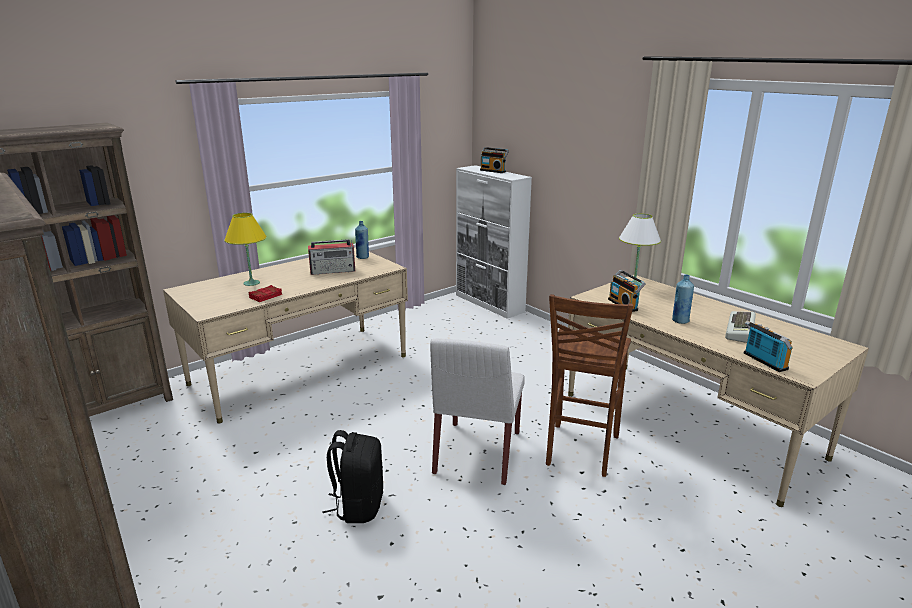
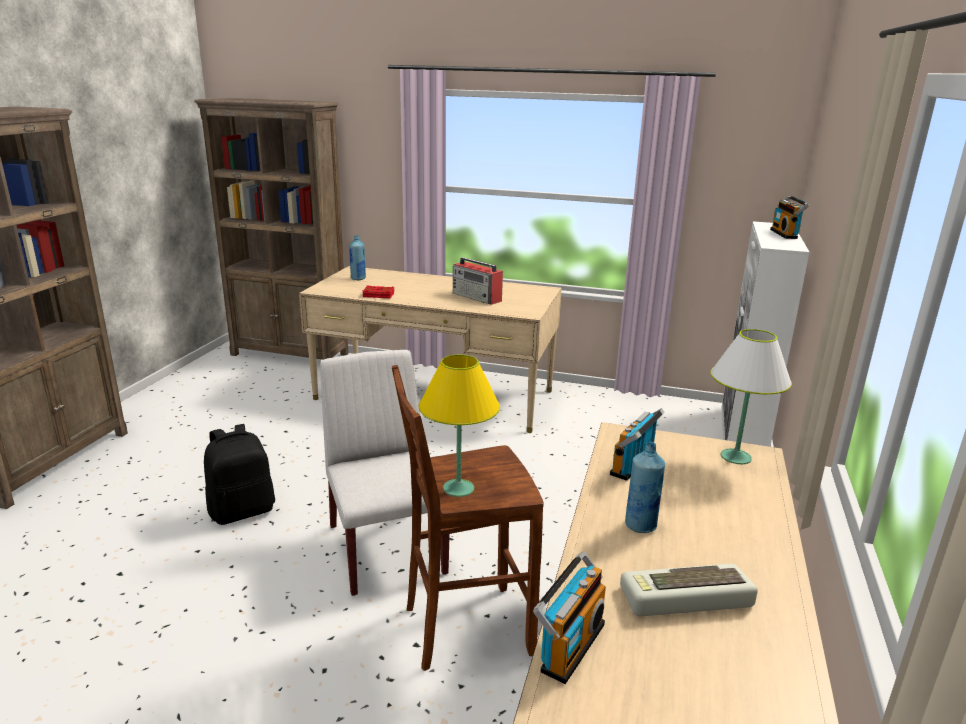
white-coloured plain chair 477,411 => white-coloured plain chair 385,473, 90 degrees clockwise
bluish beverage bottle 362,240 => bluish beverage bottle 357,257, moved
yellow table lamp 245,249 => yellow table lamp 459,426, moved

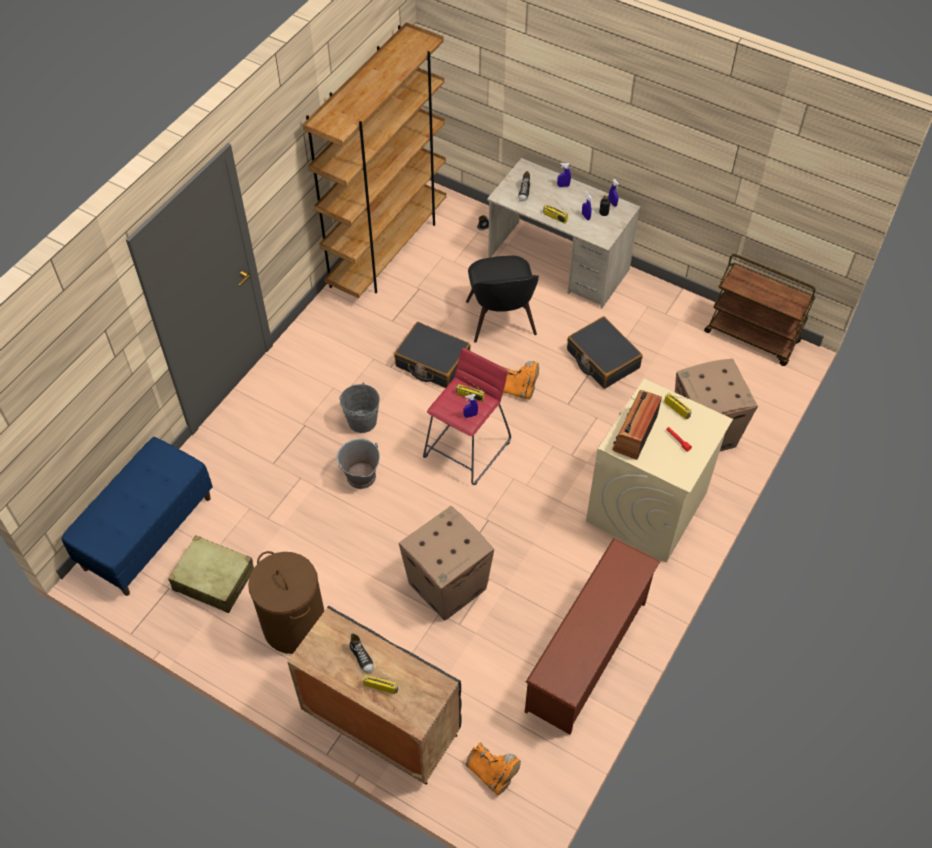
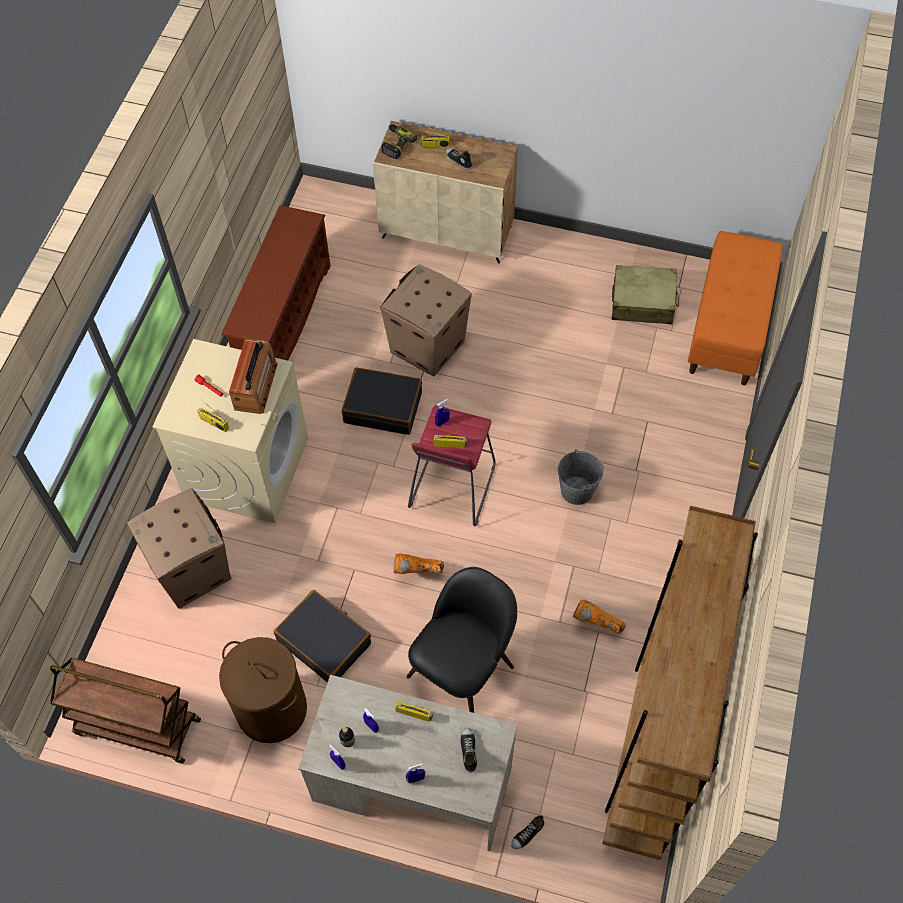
brown washing basket 286,602 => brown washing basket 263,690, moved
blackish piece of luggage 432,355 => blackish piece of luggage 382,401, moved
blackish cupboard 374,695 => beige cupboard 445,192
nothing => power drill 399,141
blackish plain chair 502,299 => blackish plain chair 462,640, 60 degrees clockwise
orangey high-top boot 493,768 => orangey high-top boot 599,616, moved
bluish bench 137,516 => orangey bench 735,308
grey bucket 358,463 => nothing

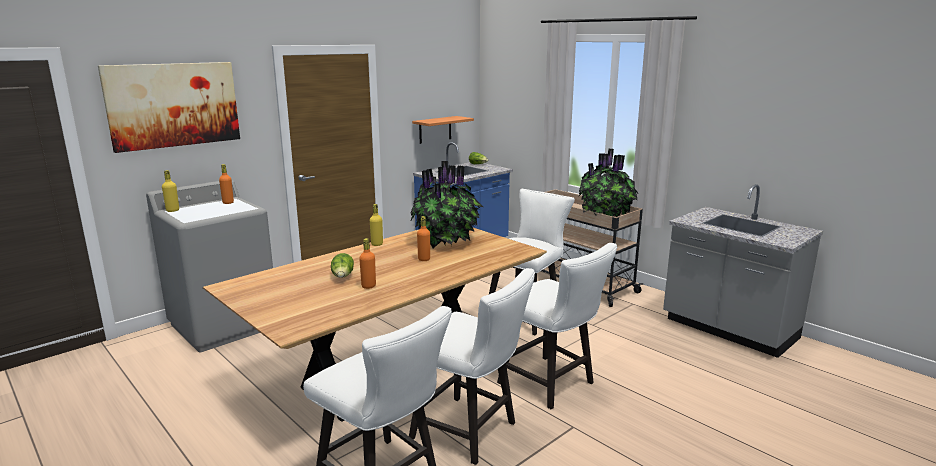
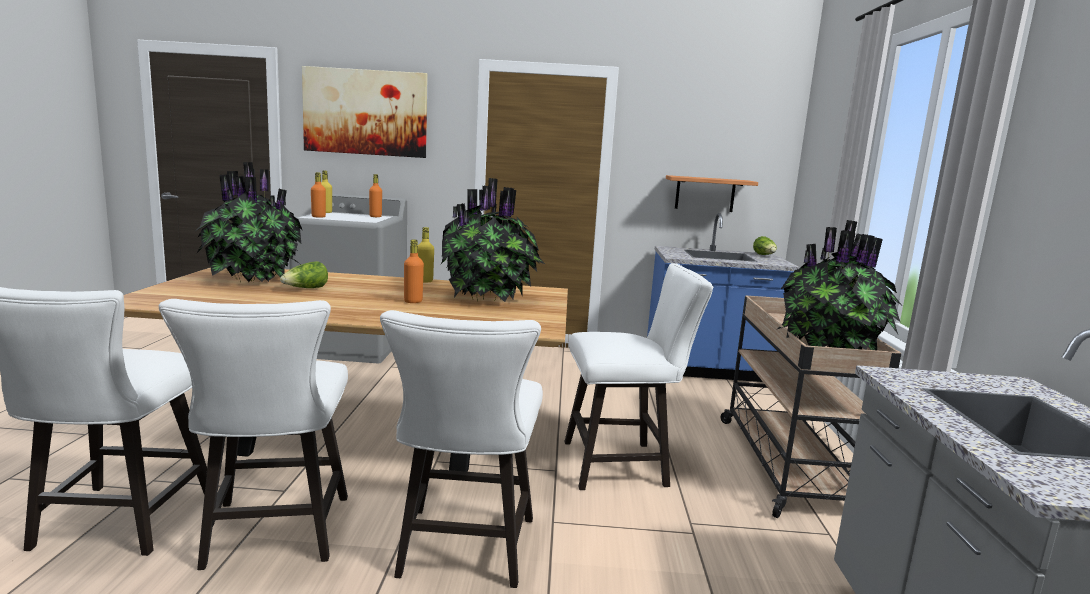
nothing => houseplant 249,222
orangey beverage bottle 367,263 => orangey beverage bottle 318,195, moved

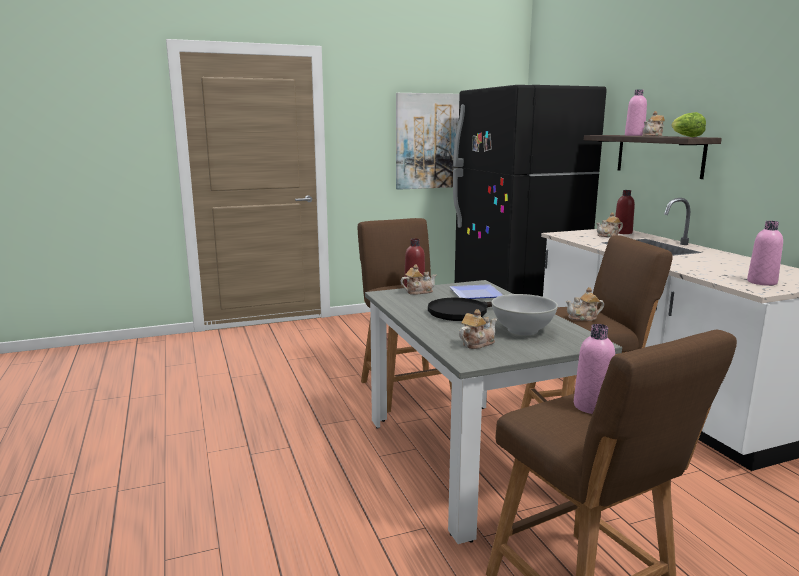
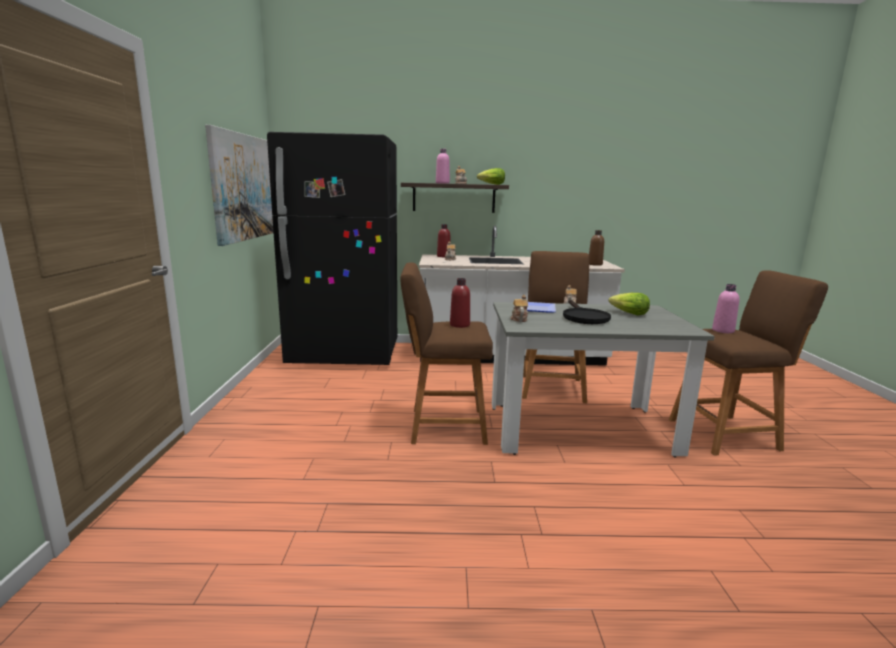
pink beverage bottle 765,253 => brown beverage bottle 596,248
white-coloured serving bowl 525,314 => lettuce head 629,304
pot for tea 478,329 => nothing

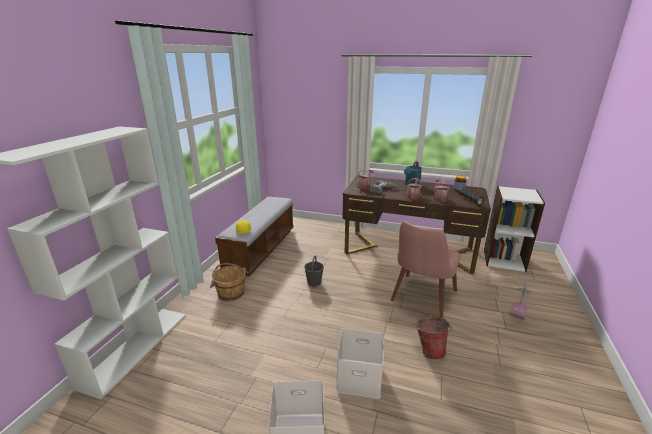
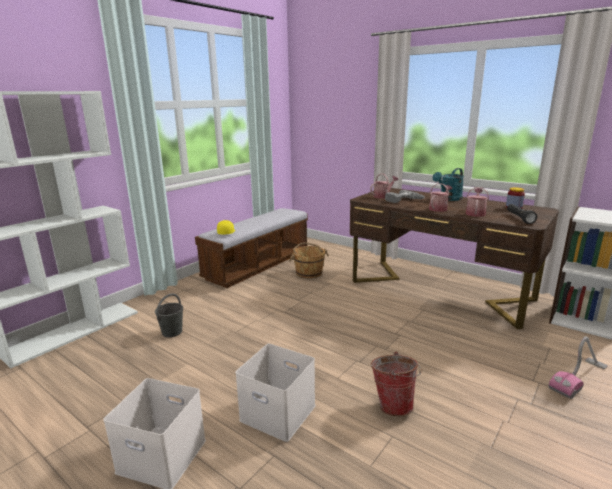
grey bucket 314,271 => grey bucket 169,315, moved
brown bucket 229,282 => brown bucket 309,260, moved
pink plain chair 426,269 => nothing

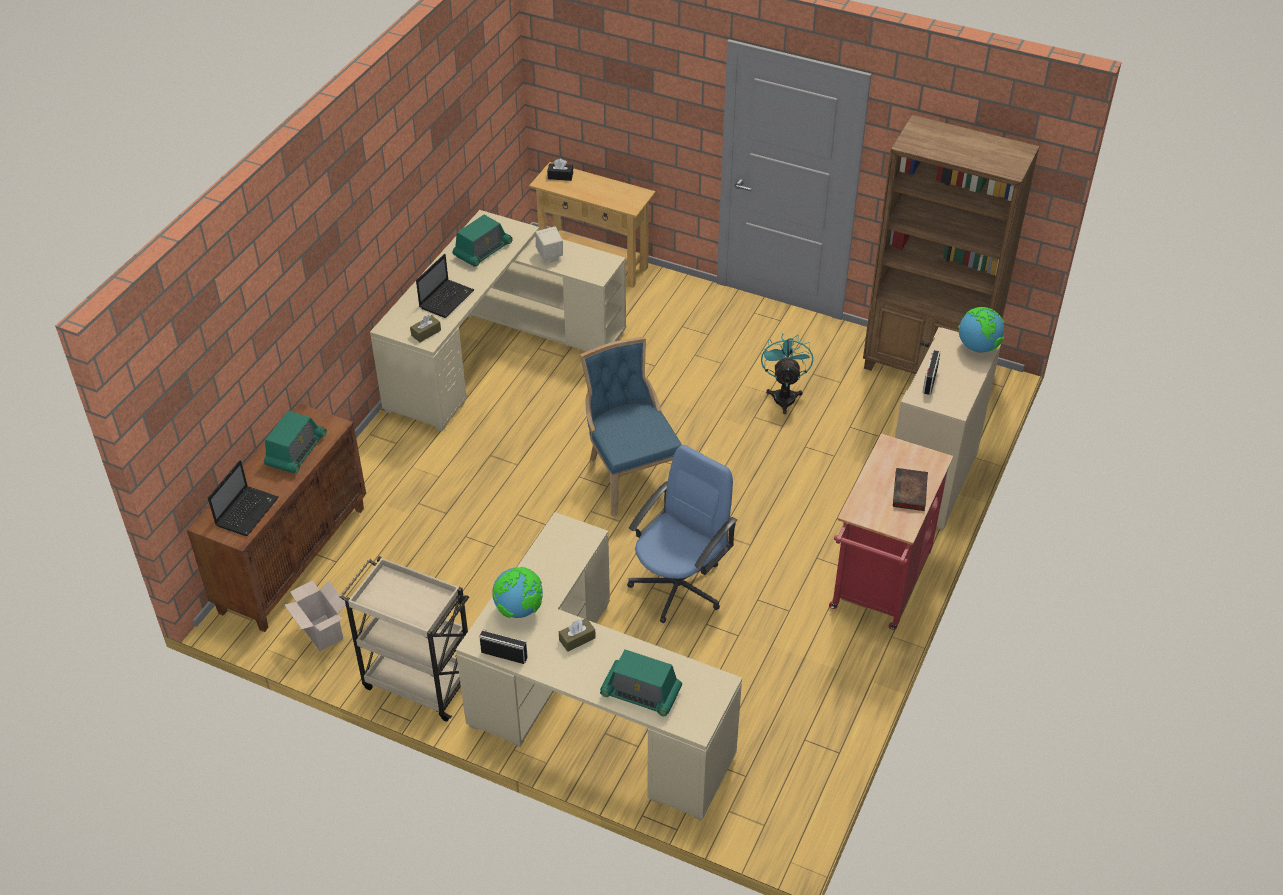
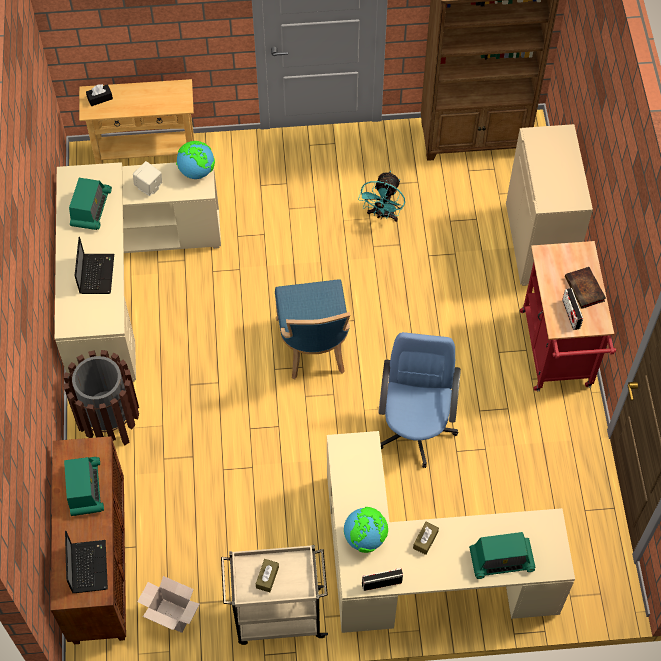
nothing => brown rubbish bin 101,398
desk globe 981,329 => desk globe 195,160, moved
brown tissue holder 425,328 => brown tissue holder 267,575, moved
bluish plain chair 631,427 => bluish plain chair 312,329, 135 degrees counterclockwise
turquoise-coloured cooling fan 787,373 => turquoise-coloured cooling fan 381,196, 135 degrees counterclockwise
radio 931,372 => radio 572,309, moved

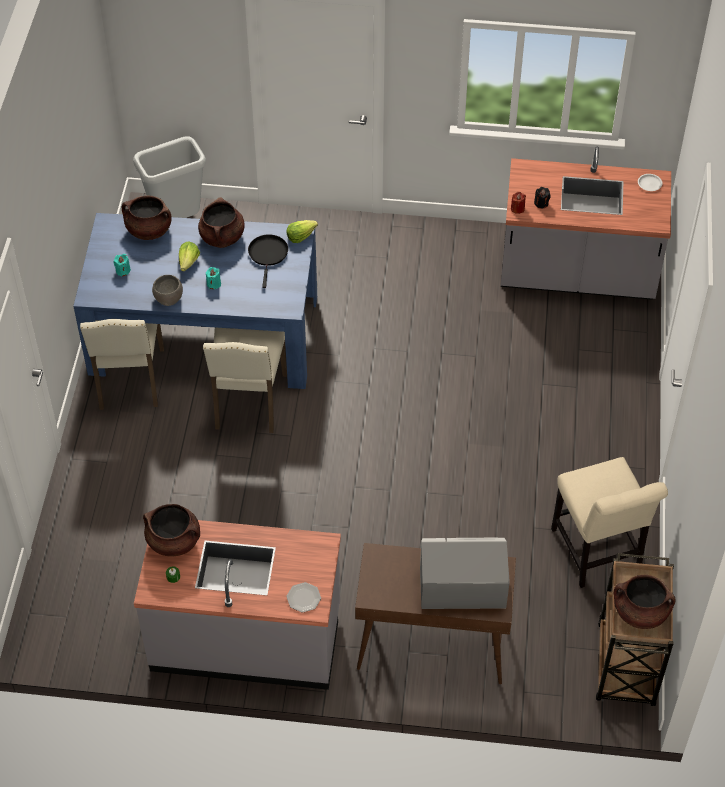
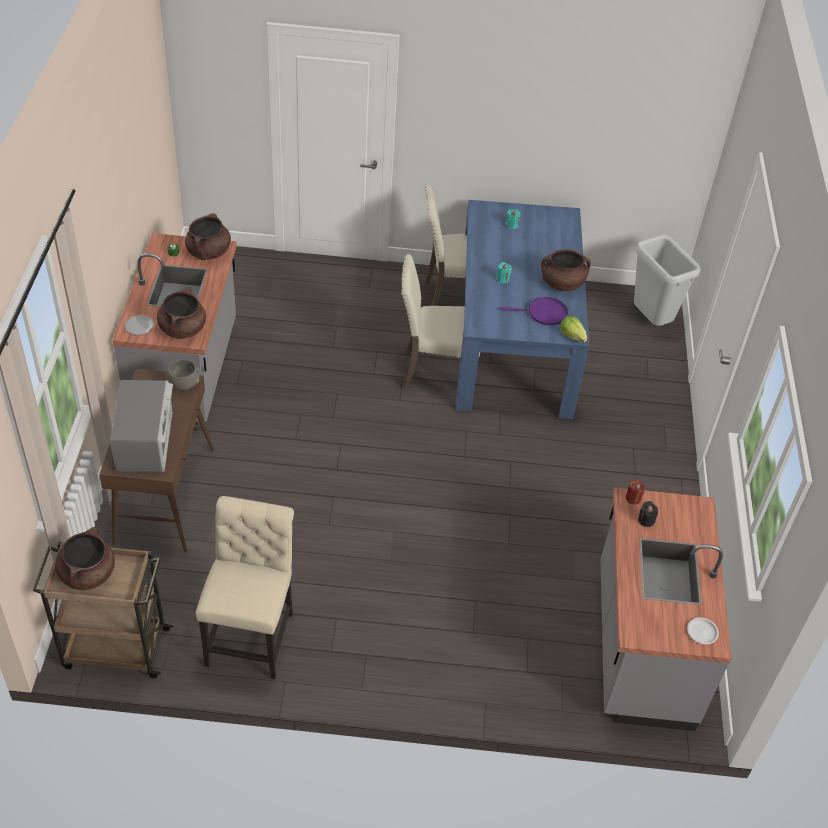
brown stockpot 147,218 => brown stockpot 181,313, moved
grey serving bowl 167,290 => grey serving bowl 183,375, moved
beige plain chair 609,522 => beige plain chair 244,587, 120 degrees clockwise
blackish pan 268,261 => purple-coloured pan 534,311
lettuce head 189,256 => nothing

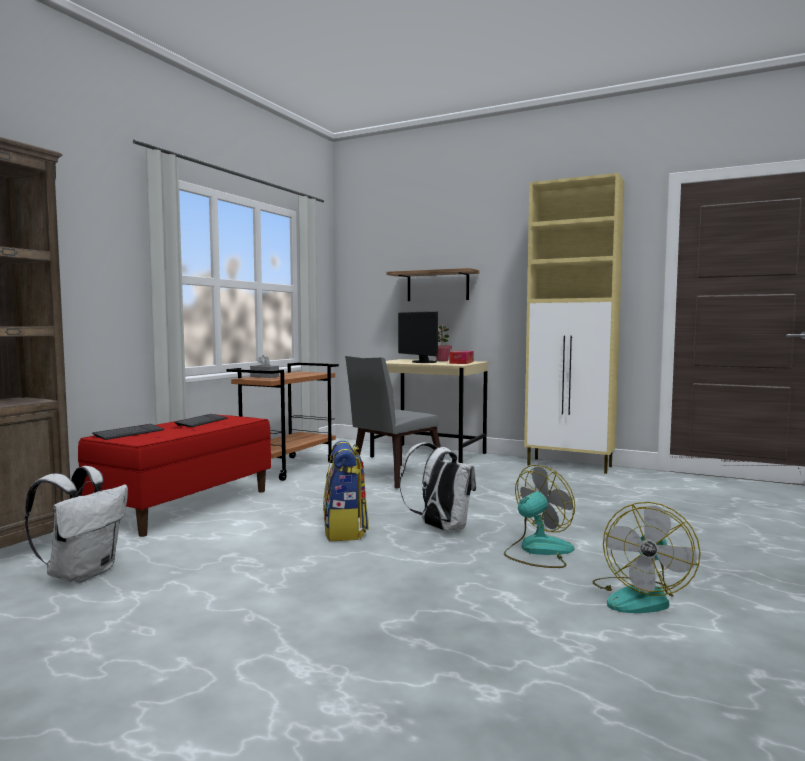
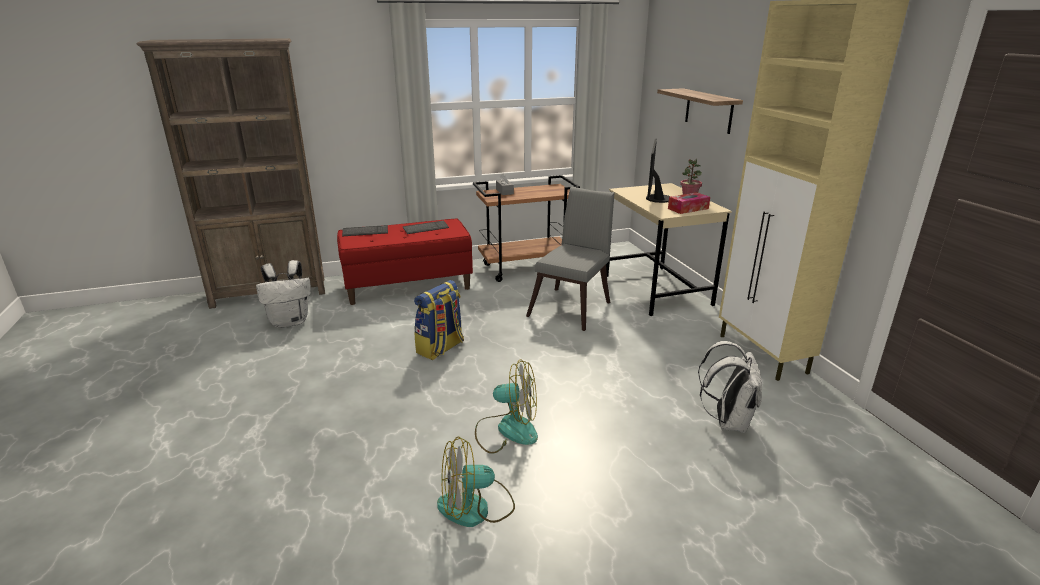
grey plain chair 393,422 => grey plain chair 570,258, 120 degrees clockwise
white-coloured knapsack 437,487 => white-coloured knapsack 730,387, moved

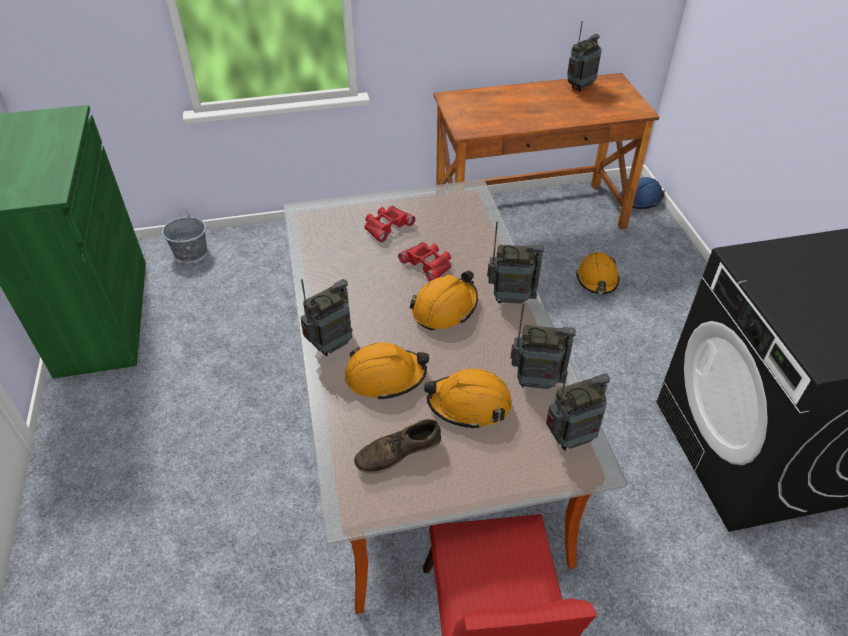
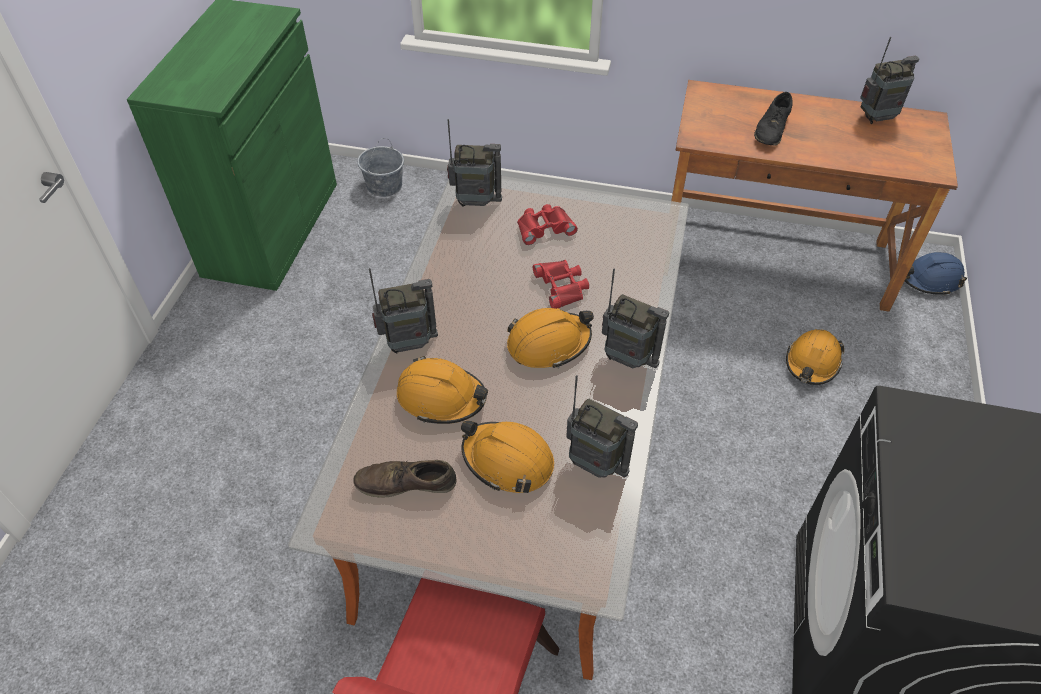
radio 578,411 => radio 474,163, moved
nothing => blackish low shoe 773,119

